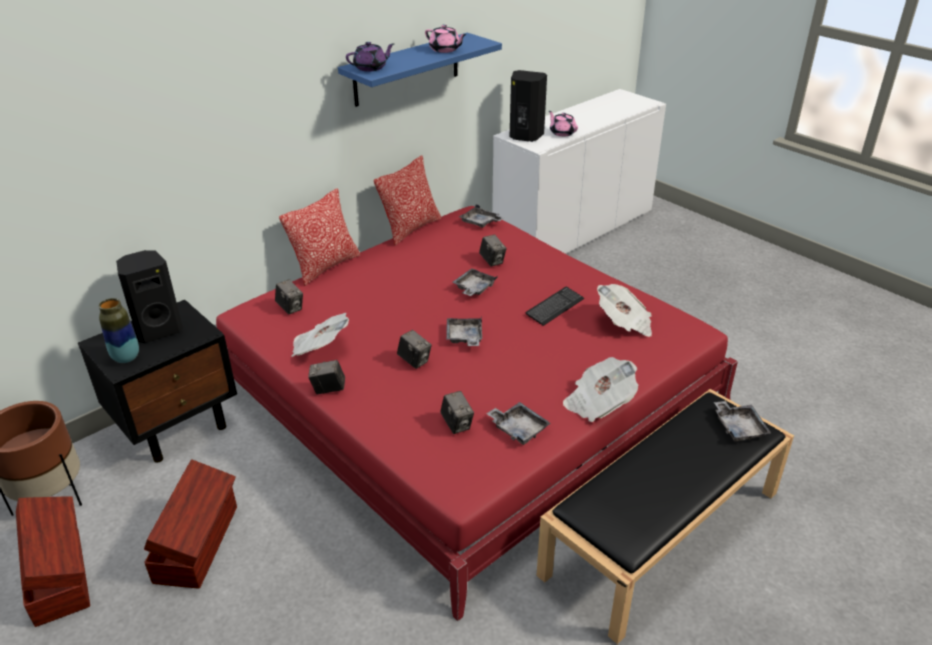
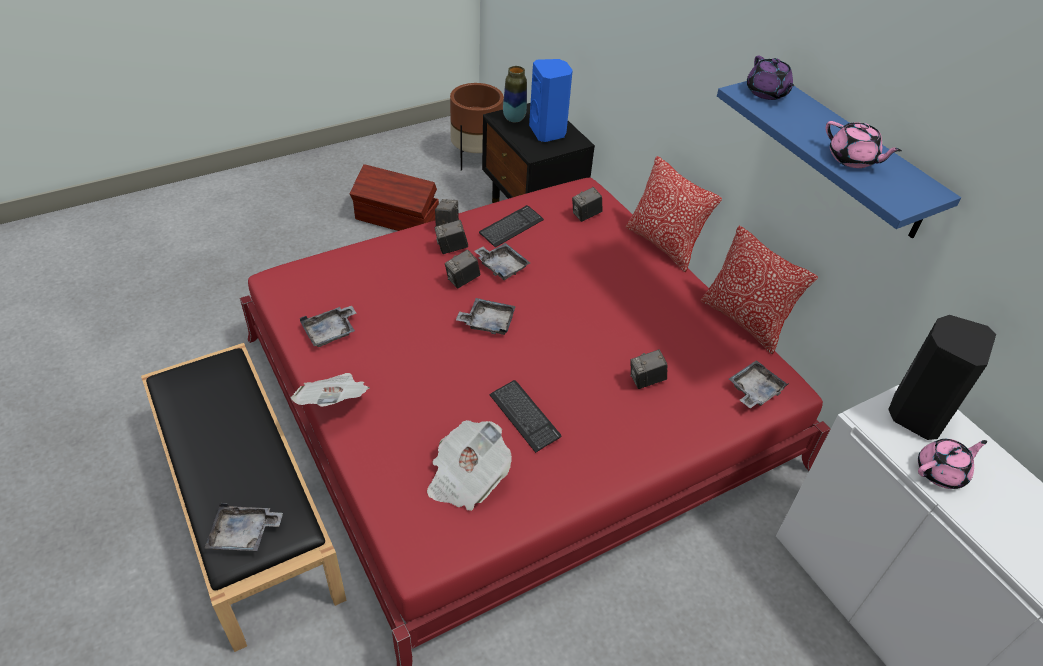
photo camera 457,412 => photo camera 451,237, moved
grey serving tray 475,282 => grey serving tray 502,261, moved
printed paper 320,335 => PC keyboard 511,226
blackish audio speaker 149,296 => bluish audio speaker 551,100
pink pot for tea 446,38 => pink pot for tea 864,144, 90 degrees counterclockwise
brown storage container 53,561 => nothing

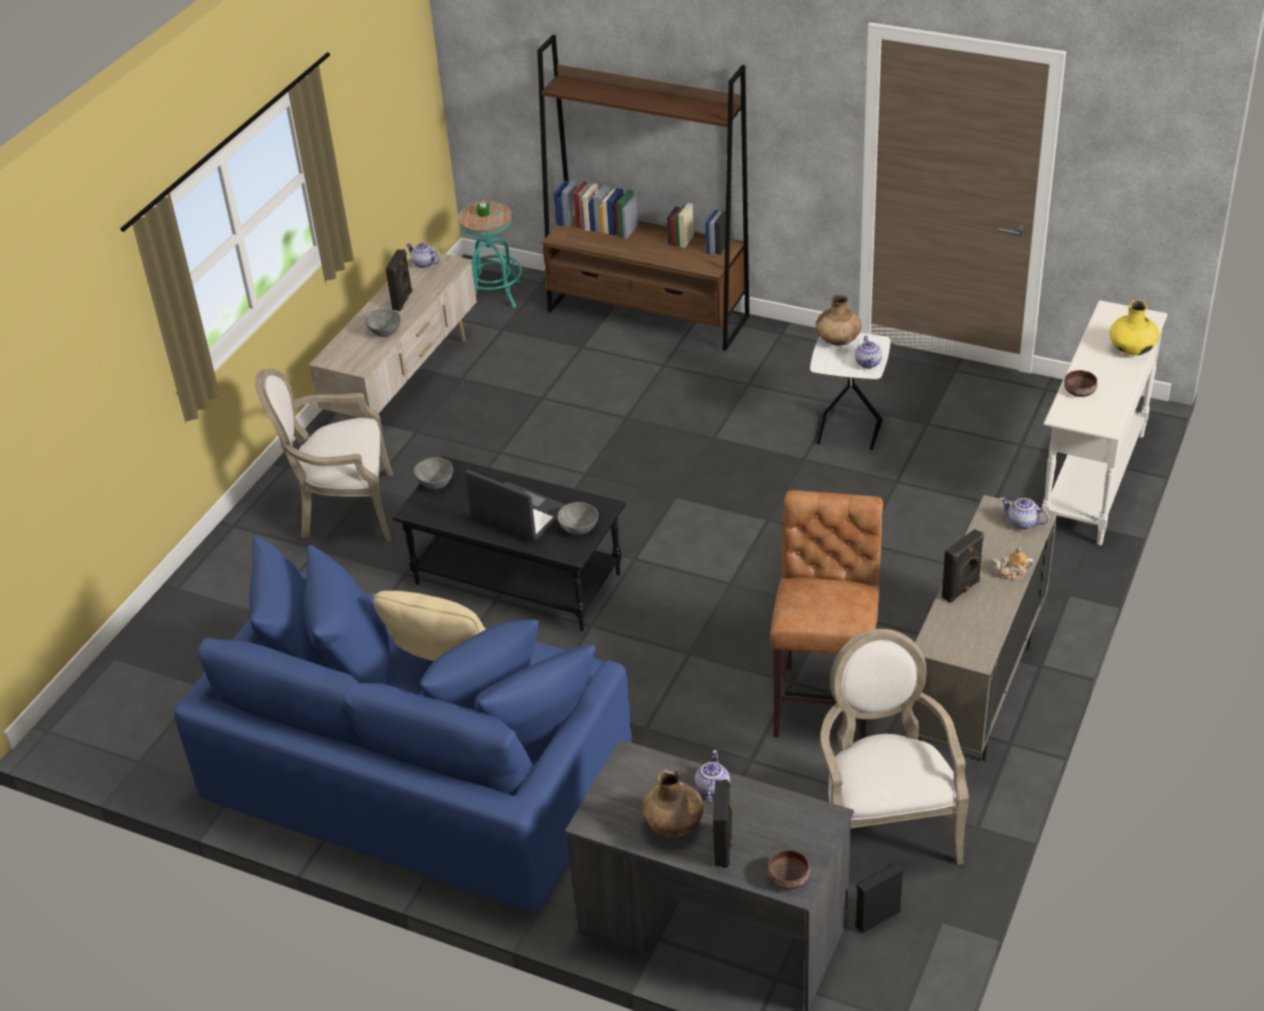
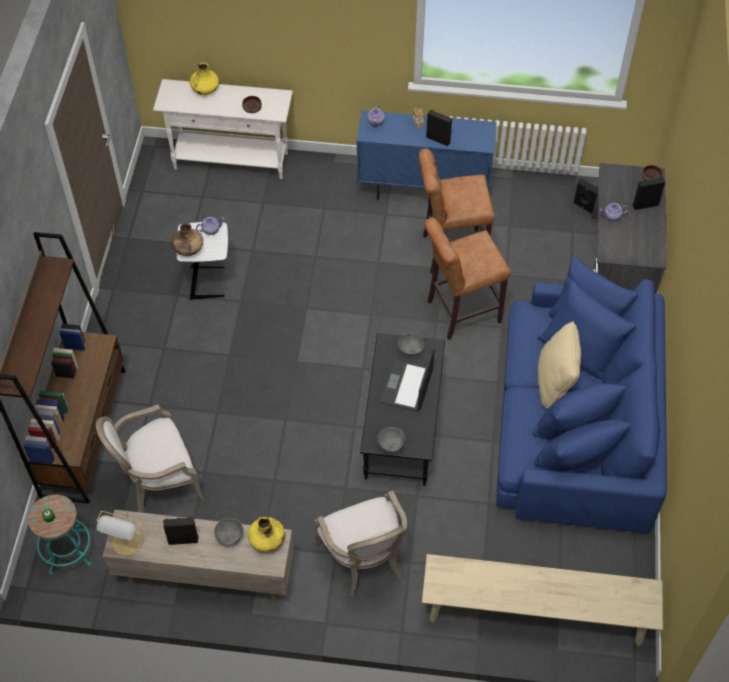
armchair 895,747 => armchair 150,459, moved
pot for tea 423,255 => table lamp 119,533
nothing => yellow flower vase 266,534
beige cupboard 981,628 => bluish cupboard 426,155
nothing => beige bench 542,600
nothing => brown stool seat 467,278
brown flower vase 672,803 => nothing

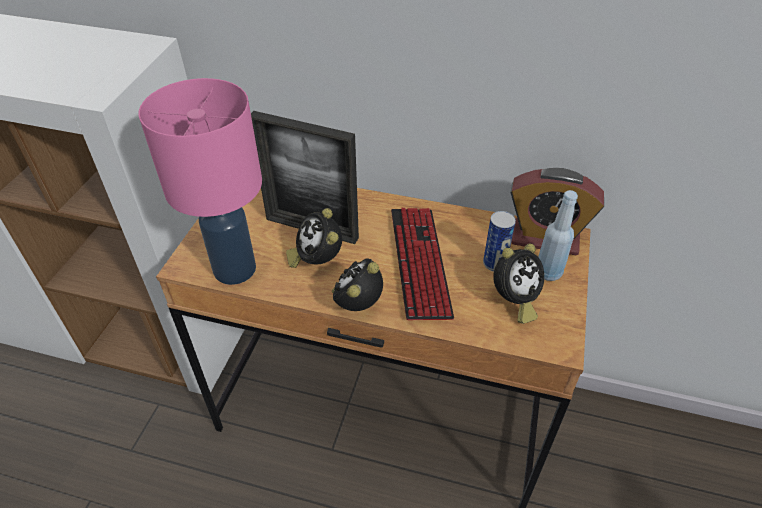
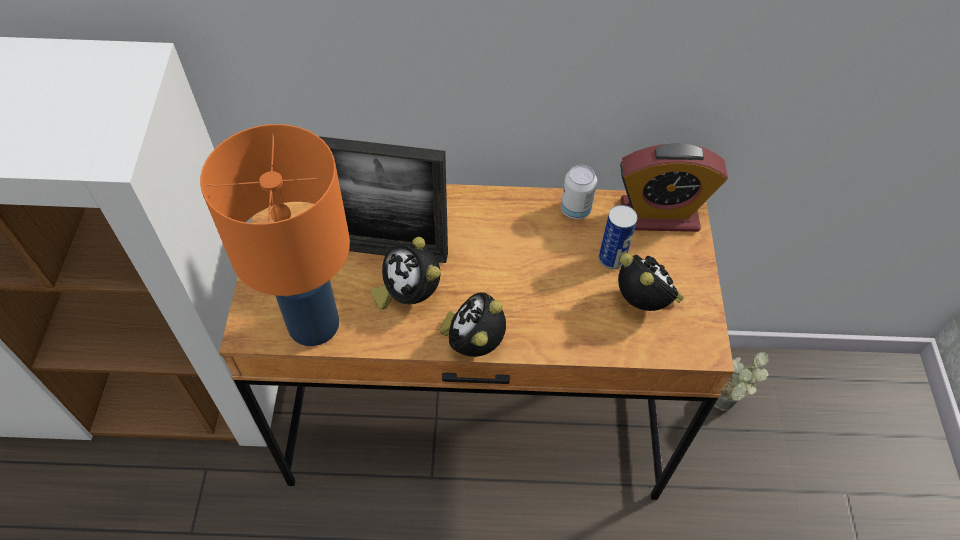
pink table lamp 200,181 => orangey table lamp 275,235
nothing => metal can 579,192
alarm clock 518,284 => alarm clock 651,282, 75 degrees counterclockwise
nothing => houseplant 741,381
PC keyboard 422,264 => nothing
bluish beverage bottle 558,235 => nothing

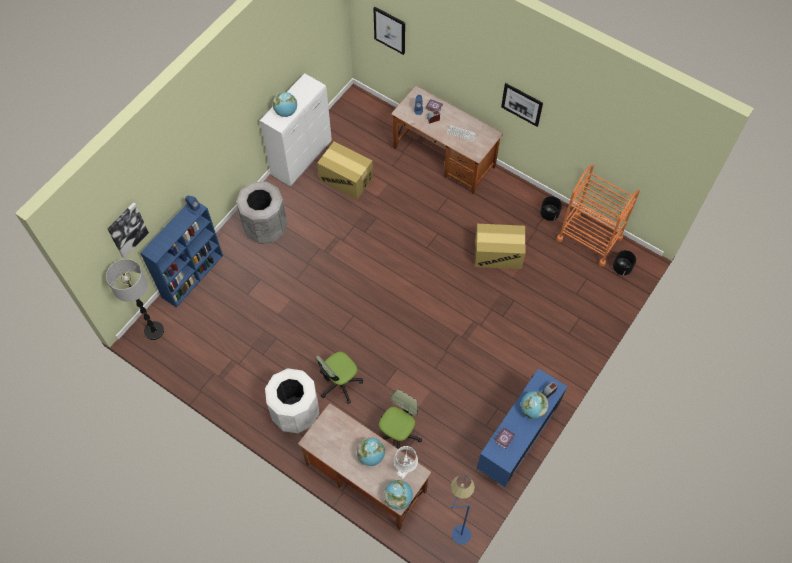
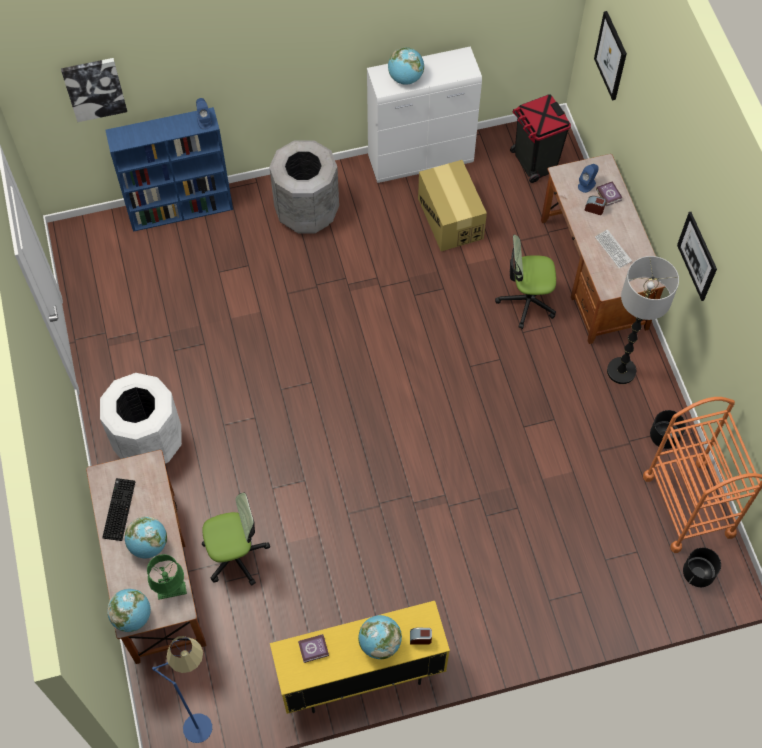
nothing => PC keyboard 118,509
white-coloured table lamp 406,462 => greenish table lamp 167,577
bluish cupboard 522,427 => yellow cupboard 360,657
computer chair 339,378 => computer chair 525,281, moved
nothing => blackish rubbish bin 540,138
floor lamp 135,299 => floor lamp 643,320, moved
cardboard box 500,246 => nothing

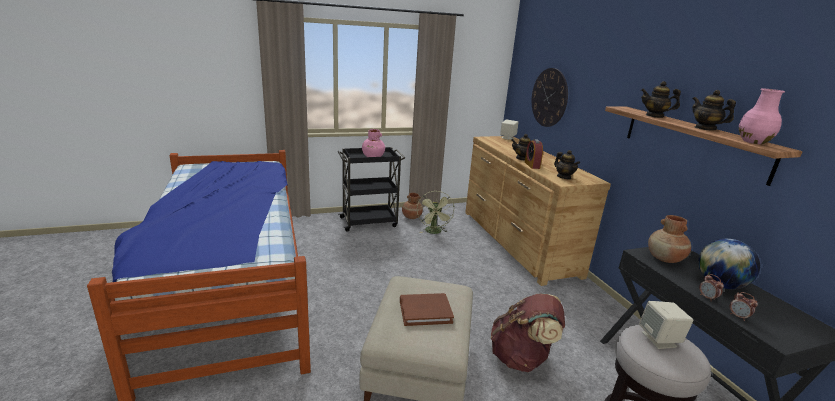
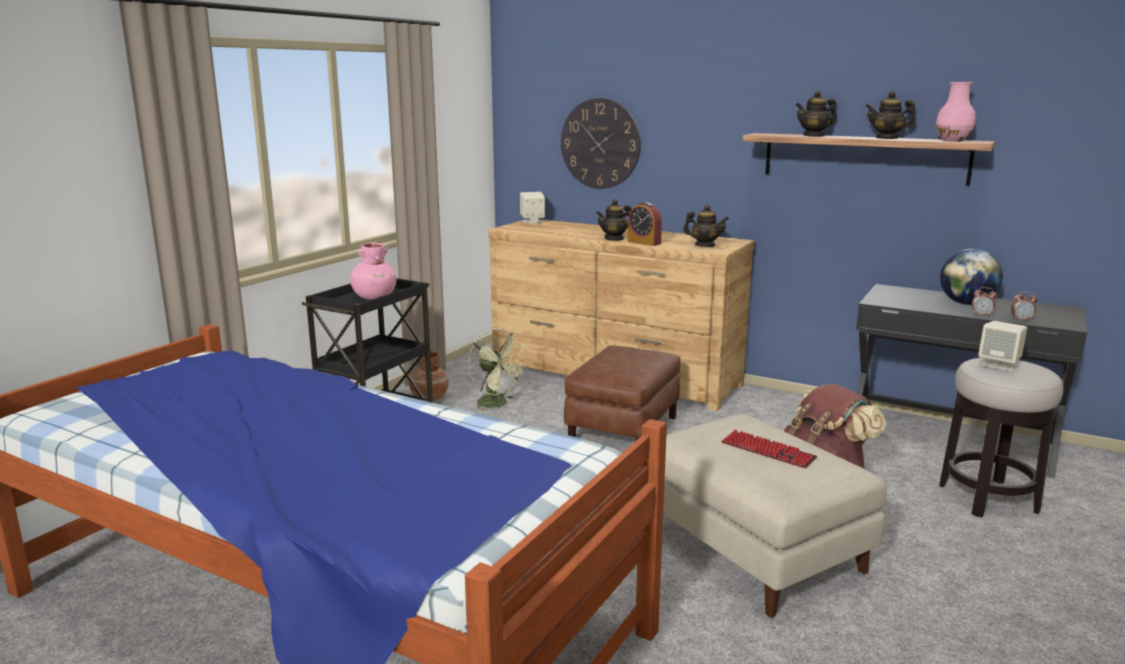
nothing => brown footrest 622,393
brown book 427,309 => PC keyboard 769,449
brown flower vase 669,239 => nothing

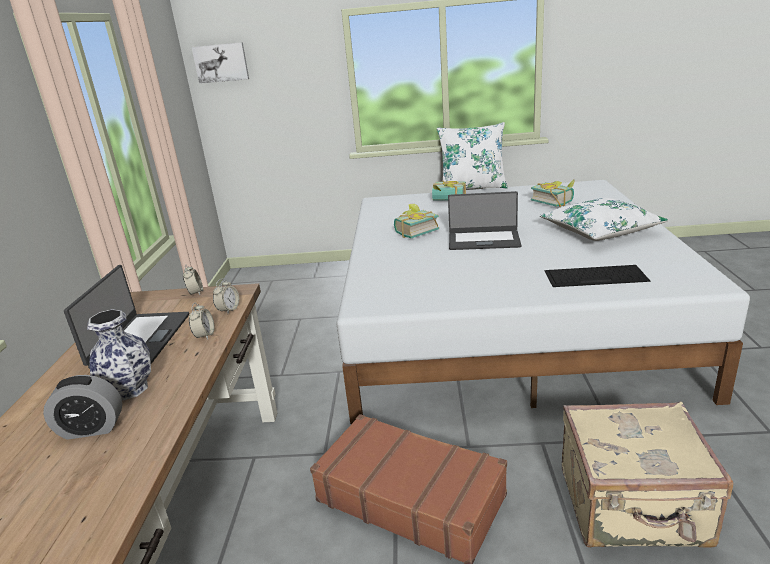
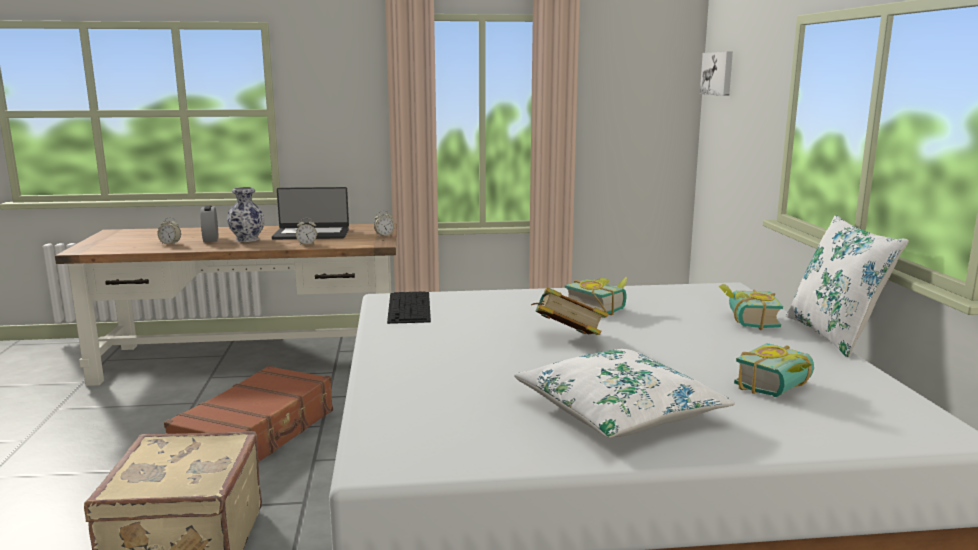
alarm clock 226,296 => alarm clock 169,231, moved
PC keyboard 597,276 => PC keyboard 409,307, moved
laptop 484,220 => book 570,311

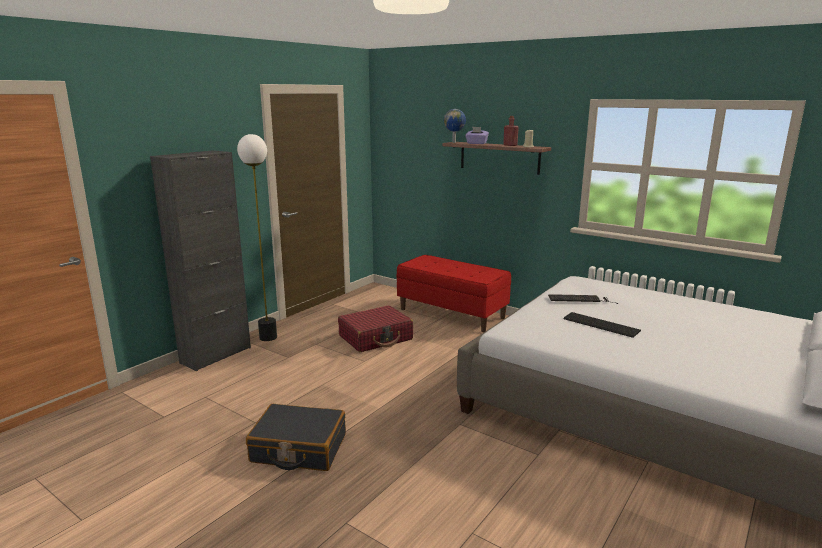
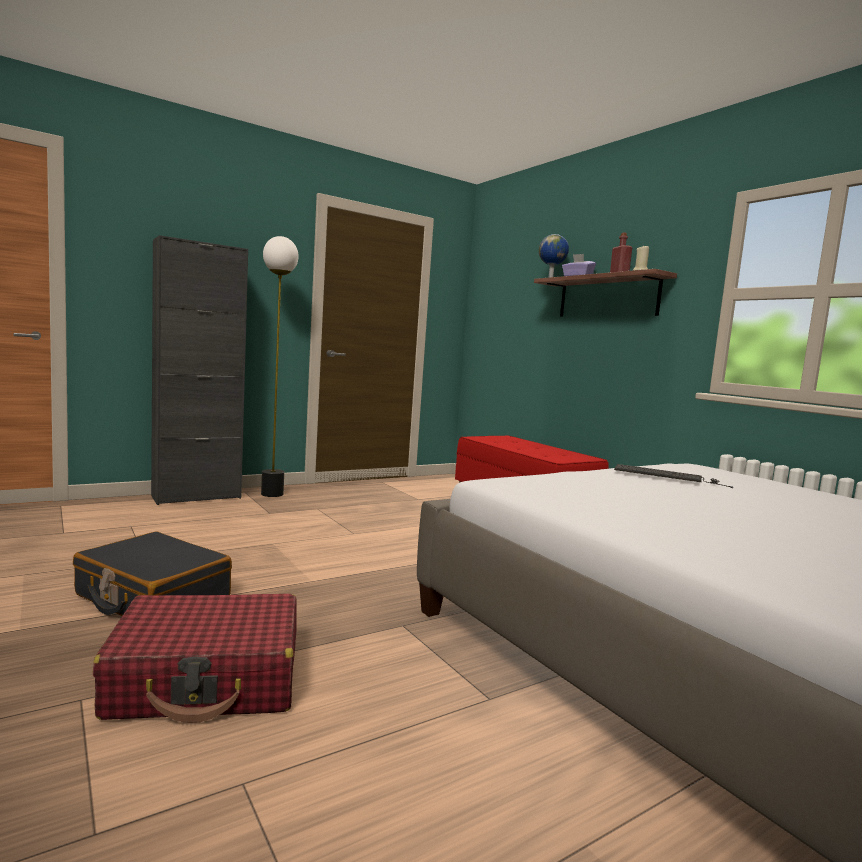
red piece of luggage 375,328 => red piece of luggage 195,658, moved
PC keyboard 602,325 => nothing

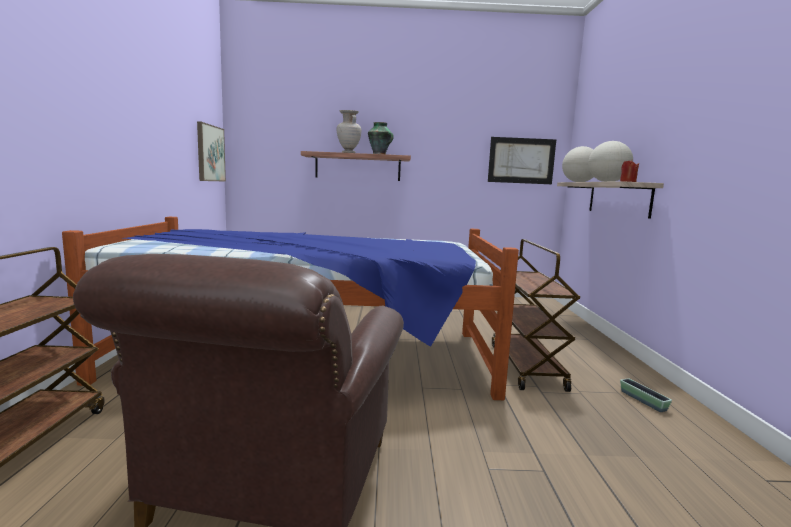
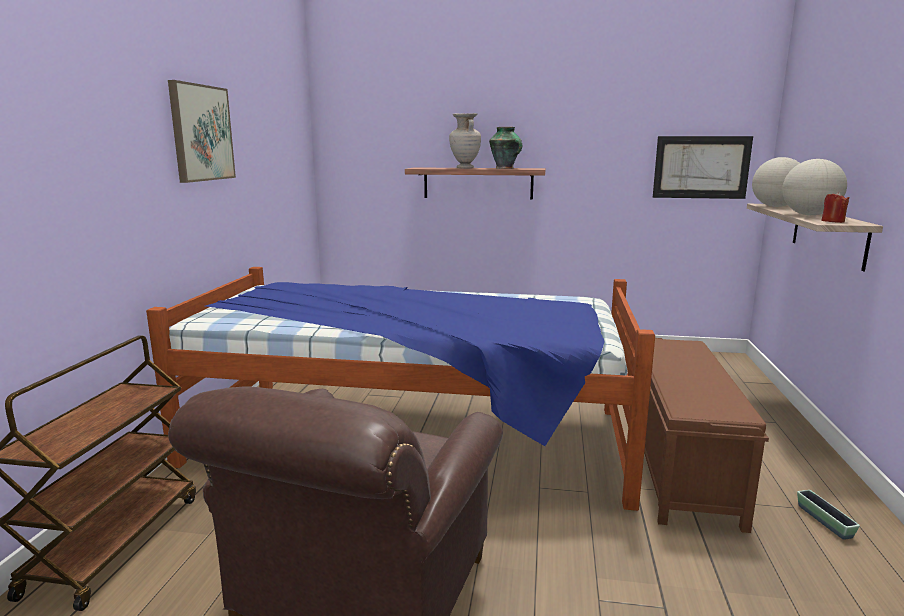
wall art 211,151 => wall art 202,131, moved
brown wheeled cart 536,315 => brown bench 706,435

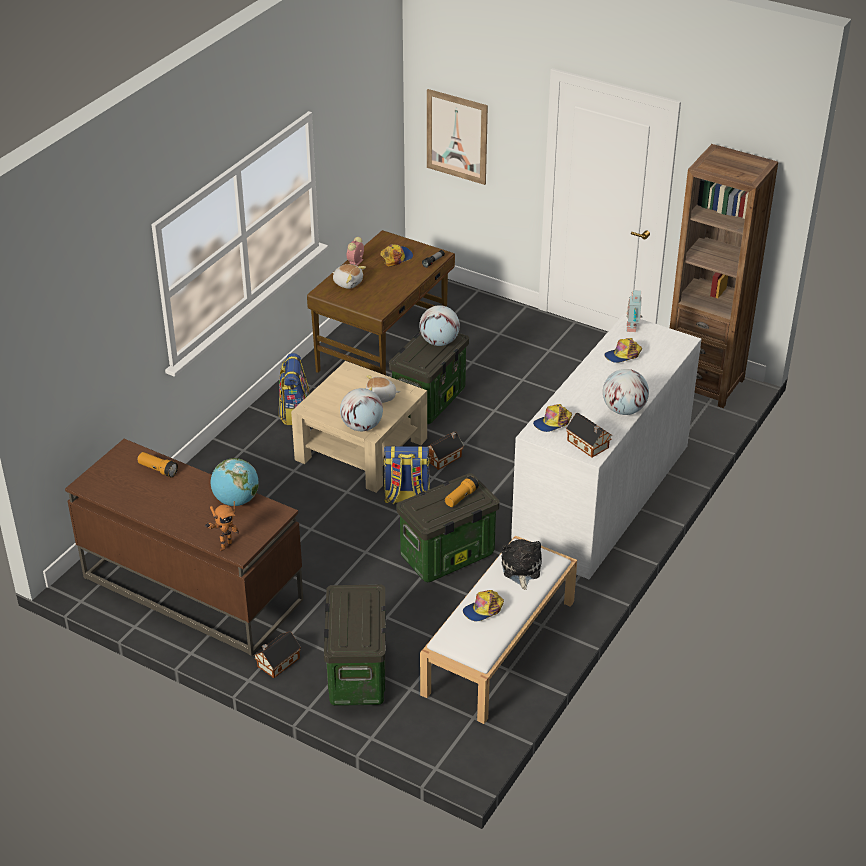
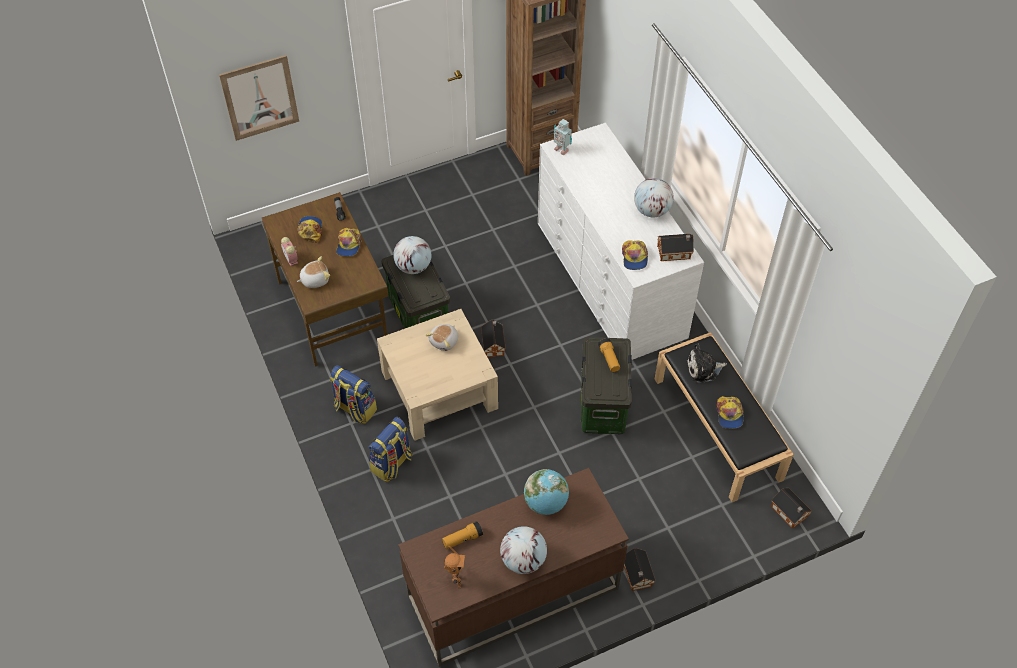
cap 623,350 => cap 349,242, moved
knapsack 406,475 => knapsack 390,449, moved
model robot 222,526 => model robot 454,567, moved
desk globe 361,409 => desk globe 523,550, moved
white-coloured bench 498,629 => blackish bench 724,417
cuddly toy 522,564 => cuddly toy 706,363, 45 degrees counterclockwise
nothing => model house 791,508
storage container 355,645 => nothing

